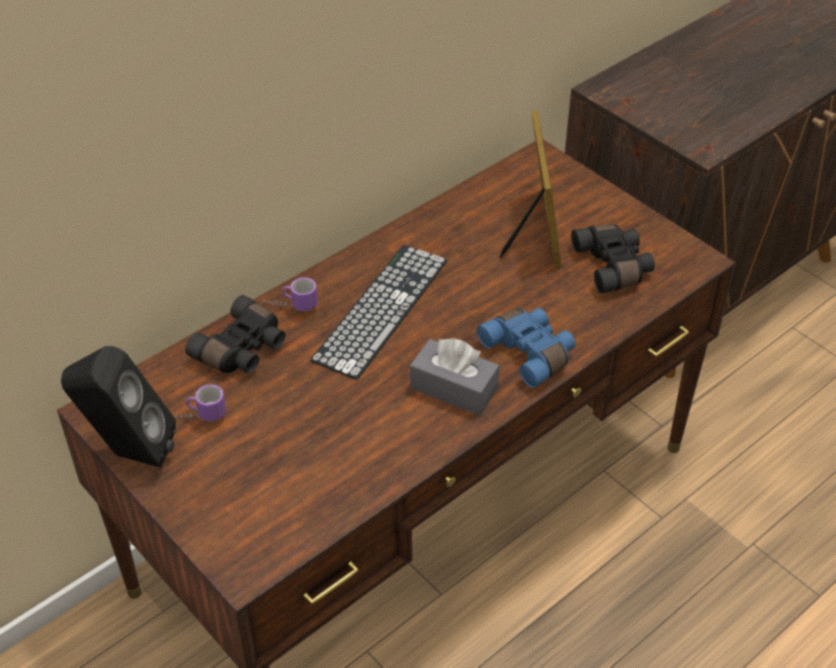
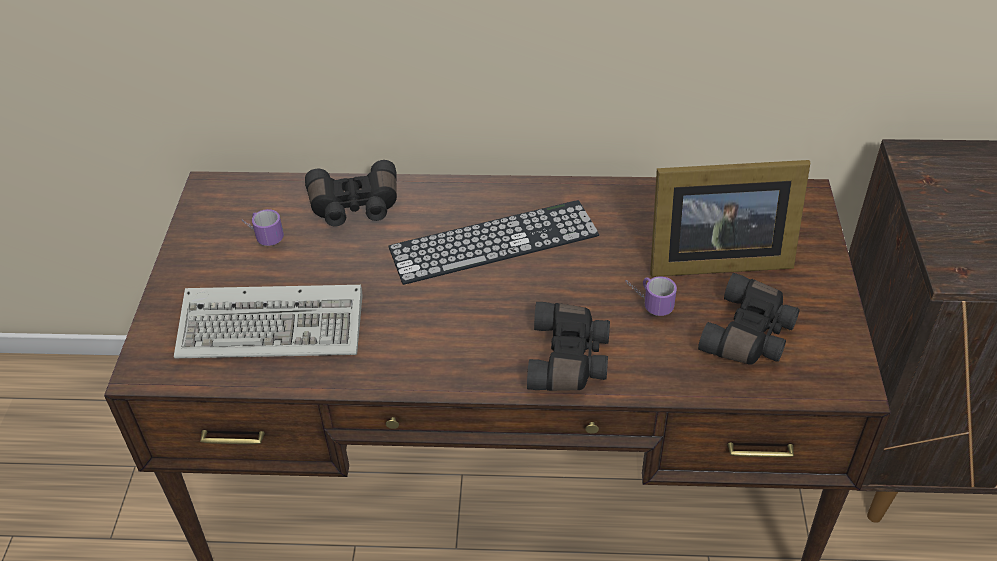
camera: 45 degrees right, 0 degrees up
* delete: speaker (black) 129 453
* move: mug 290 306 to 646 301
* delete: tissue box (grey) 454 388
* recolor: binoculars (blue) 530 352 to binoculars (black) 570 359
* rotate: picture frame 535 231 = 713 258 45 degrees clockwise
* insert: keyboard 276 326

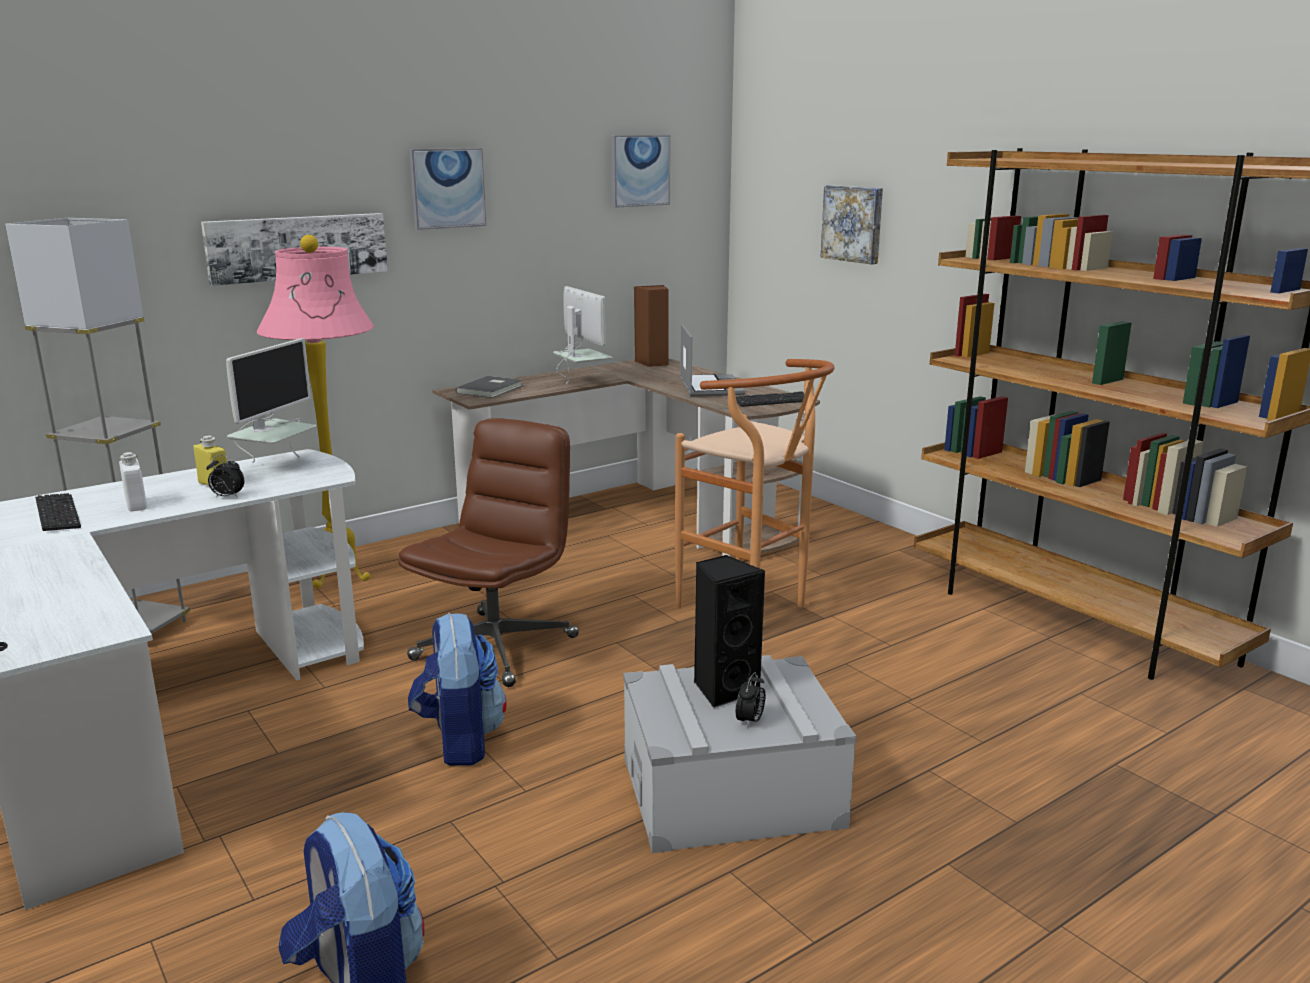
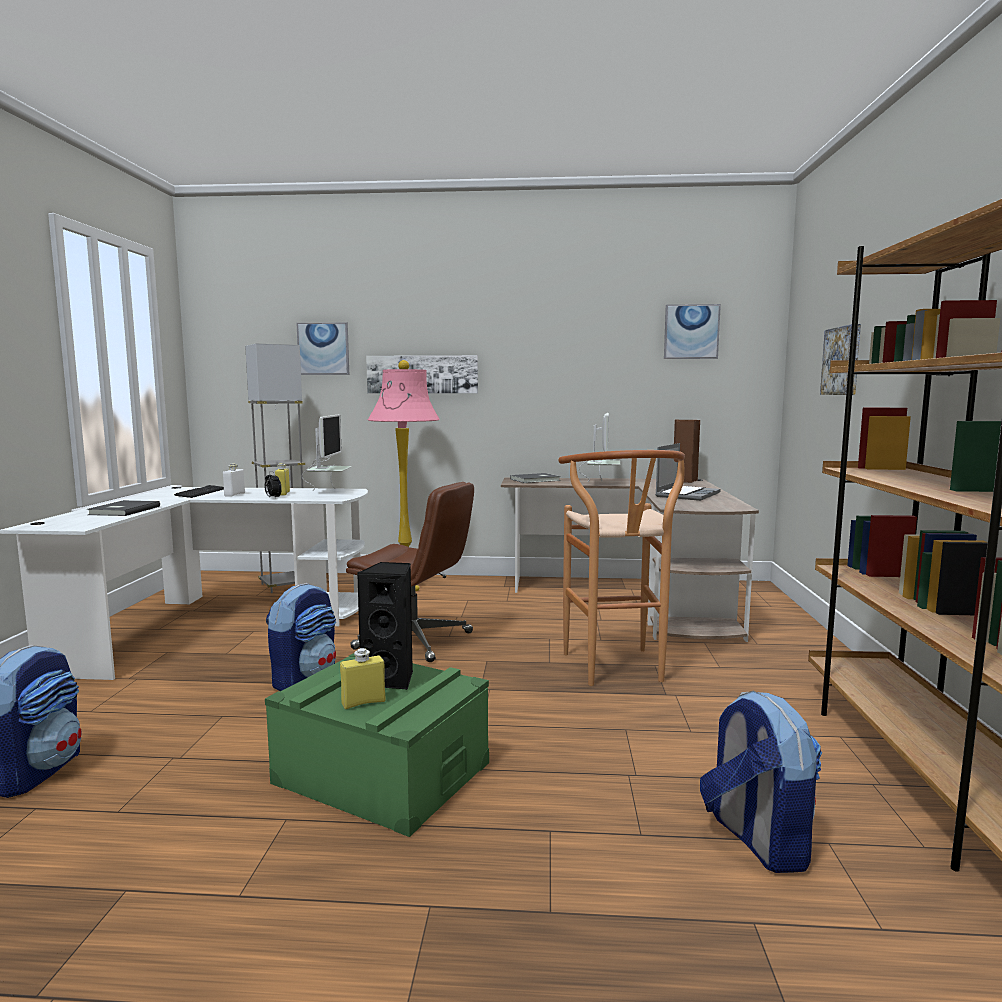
camera: 40 degrees right, 10 degrees down
* rotate: monitor 276 467 = 329 492 60 degrees counterclockwise
* rotate: office chair (brown) 496 647 = 415 641 45 degrees clockwise
* move: picture 447 188 to 323 349
* recolor: storage box (grey) 730 792 to storage box (green) 381 773
* delete: keyboard 772 401
* replace: alarm clock 750 721 to bottle (yellow) 363 702
* insert: book (grey) 122 510
* insert: backpack 756 839

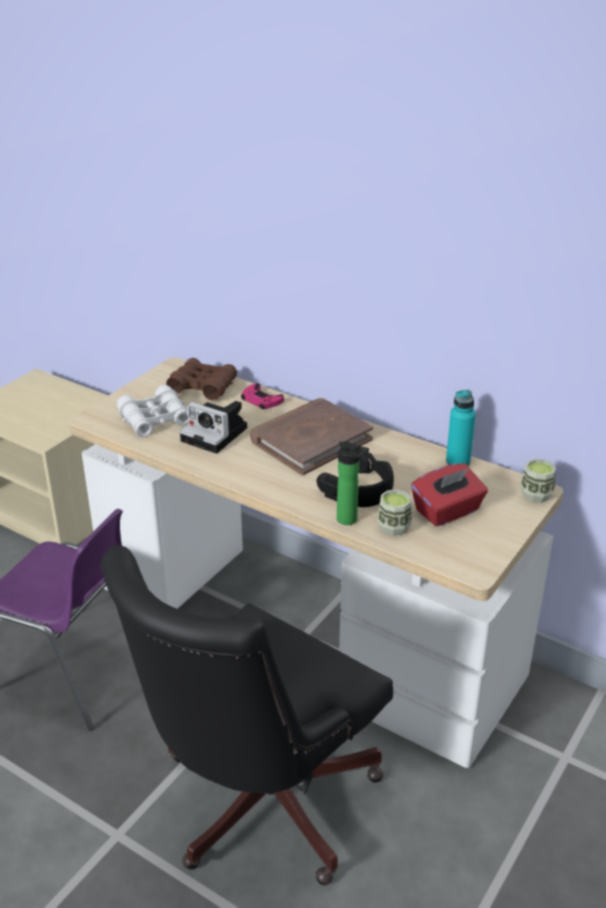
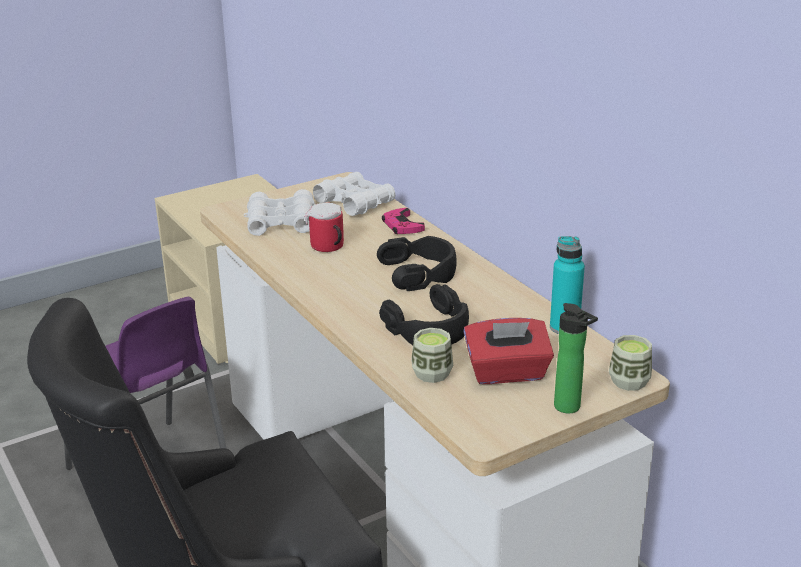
camera: 25 degrees right, 5 degrees down
* recolor: binoculars (brown) 202 386 to binoculars (white) 354 202
* replace: photo camera 217 435 to mug 328 248
* replace: book (brown) 311 440 to headphones (black) 419 272
* move: bottle 350 520 to 570 408

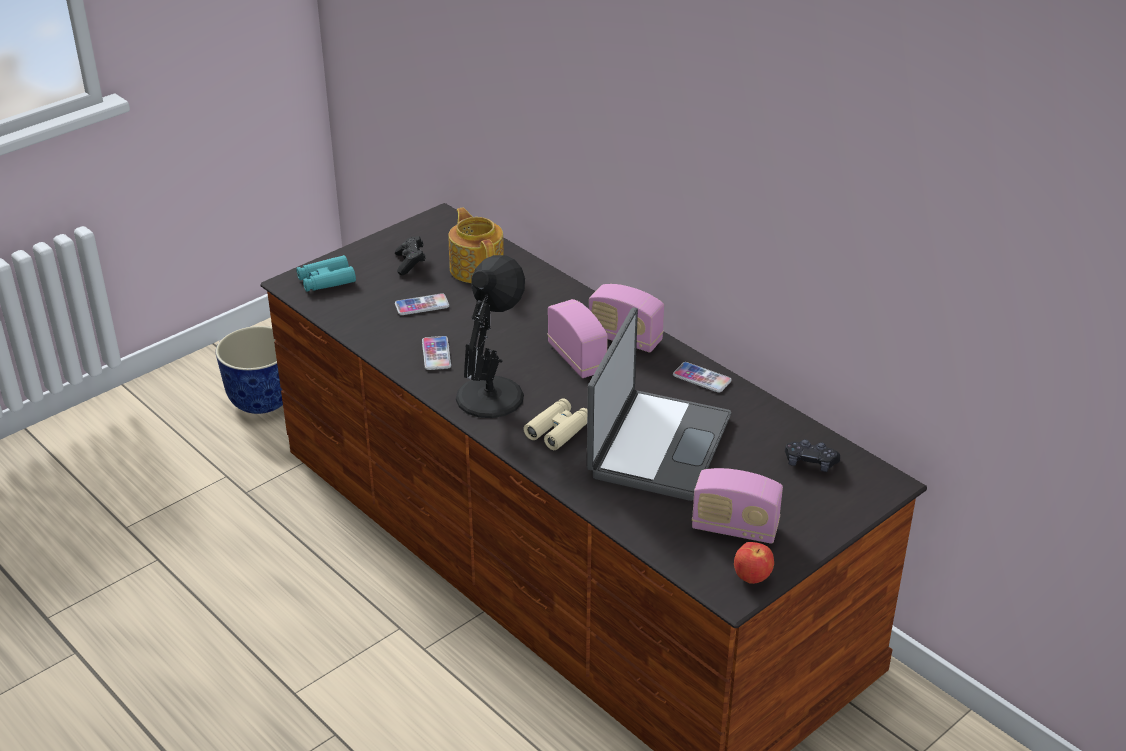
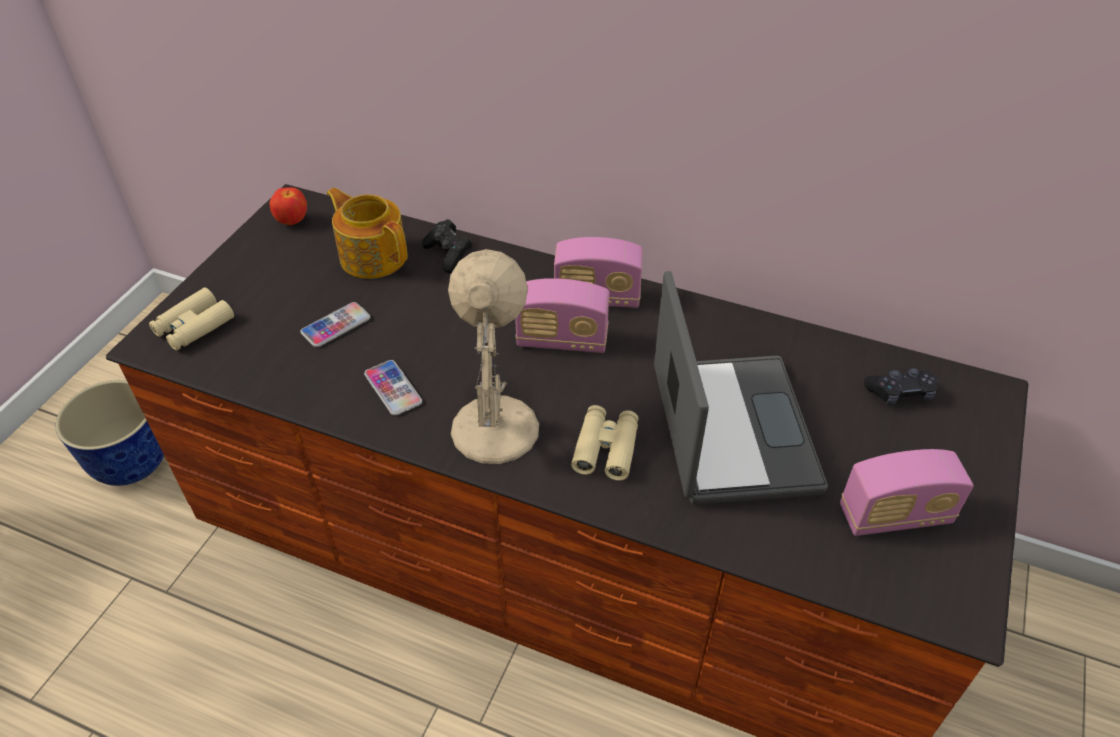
camera: 25 degrees left, 10 degrees up
* recolor: binoculars (turquoise) 326 280 to binoculars (beige) 194 326
* move: game controller (black) 410 263 to 448 255
* recolor: table lamp (black) 491 394 to table lamp (beige) 495 424
* rotate: radio 577 358 = 562 340 150 degrees clockwise
* delete: phone 702 378
* move: apple 752 578 to 292 221

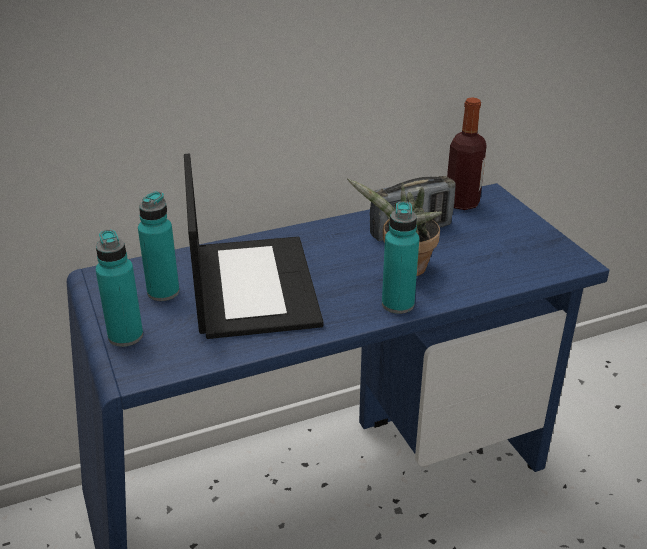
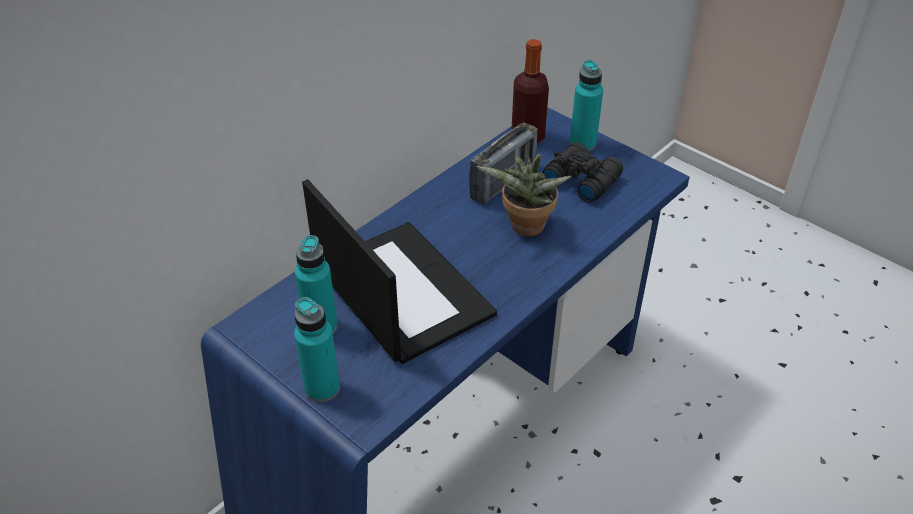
camera: 25 degrees left, 10 degrees up
* move: bottle (turquoise) 398 304 to 582 143
* insert: binoculars (black) 581 179

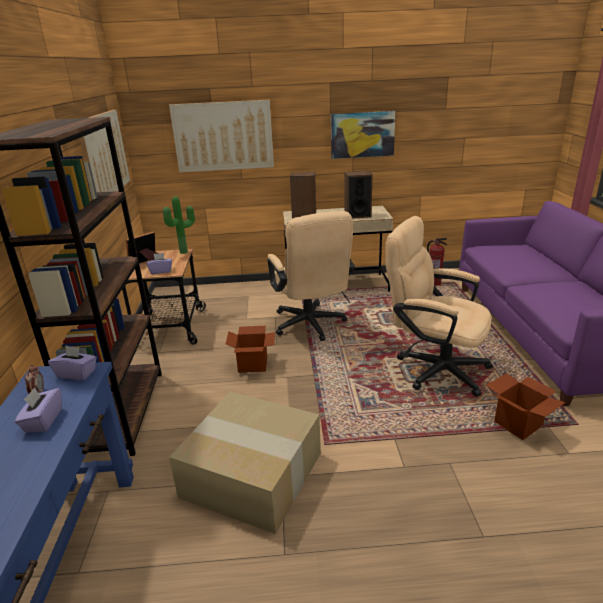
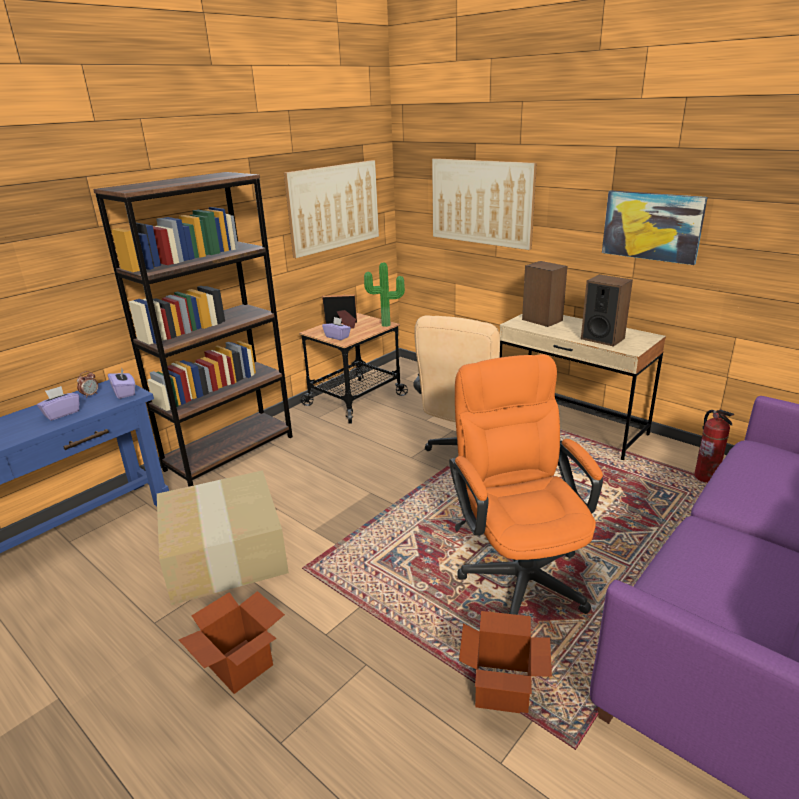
camera: 45 degrees right, 0 degrees up
* move: cardboard box 252 364 to 240 666
* recolor: office chair (beige) 433 368 to office chair (orange) 519 570

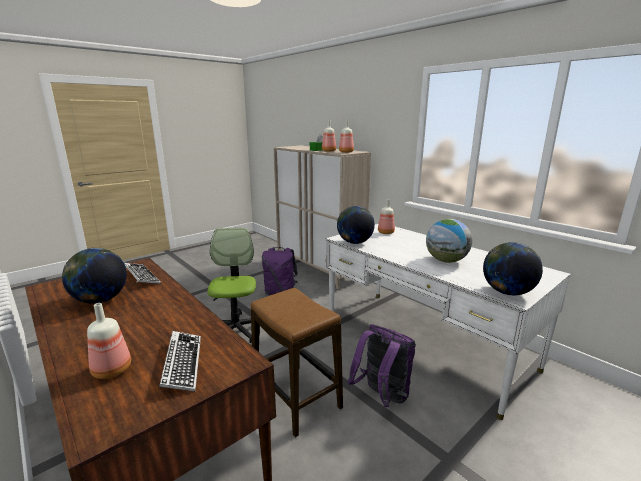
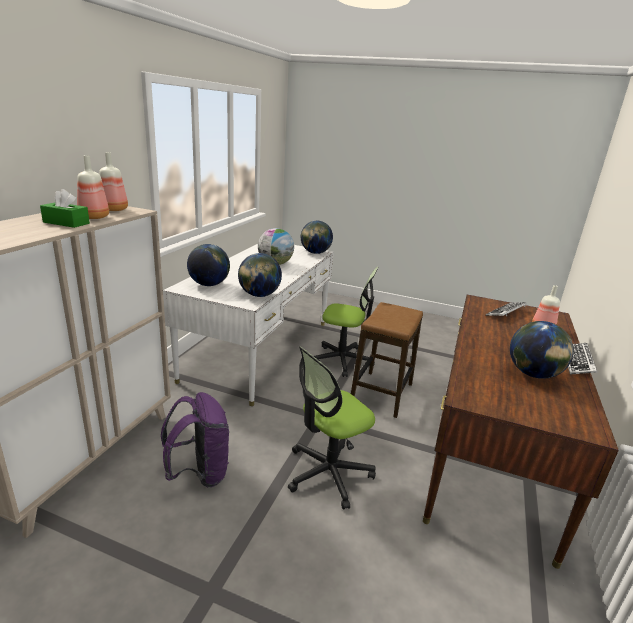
camera: 120 degrees left, 5 degrees up
* move: keyboard 141 277 to 578 362
* replace: backpack (purple) 382 396 to office chair 342 360
* replace: bottle 386 232 to globe 209 285

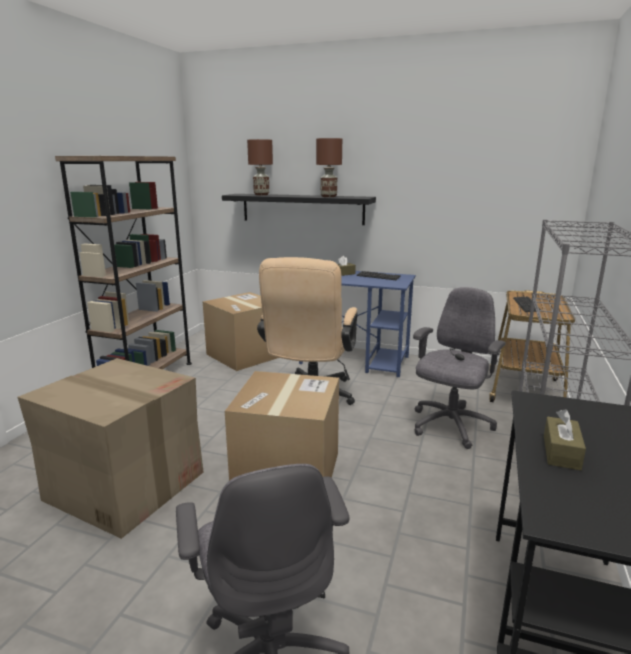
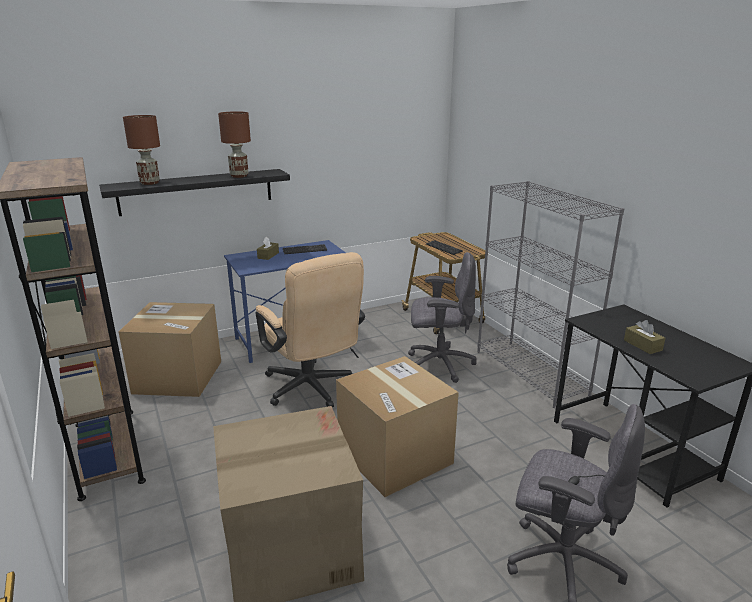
camera: 45 degrees left, 5 degrees up
* rotate: office chair (grey) 450 426 = 438 364 105 degrees clockwise

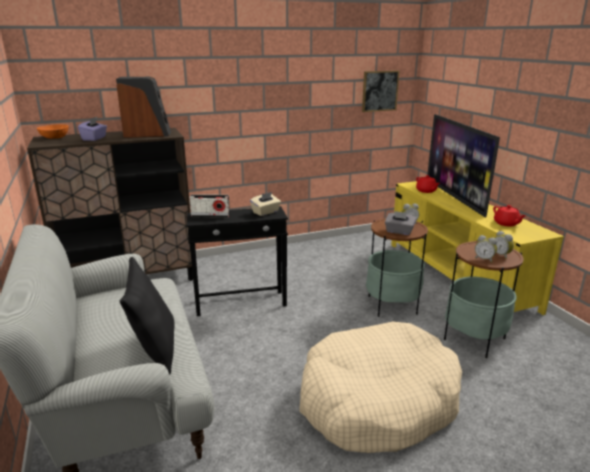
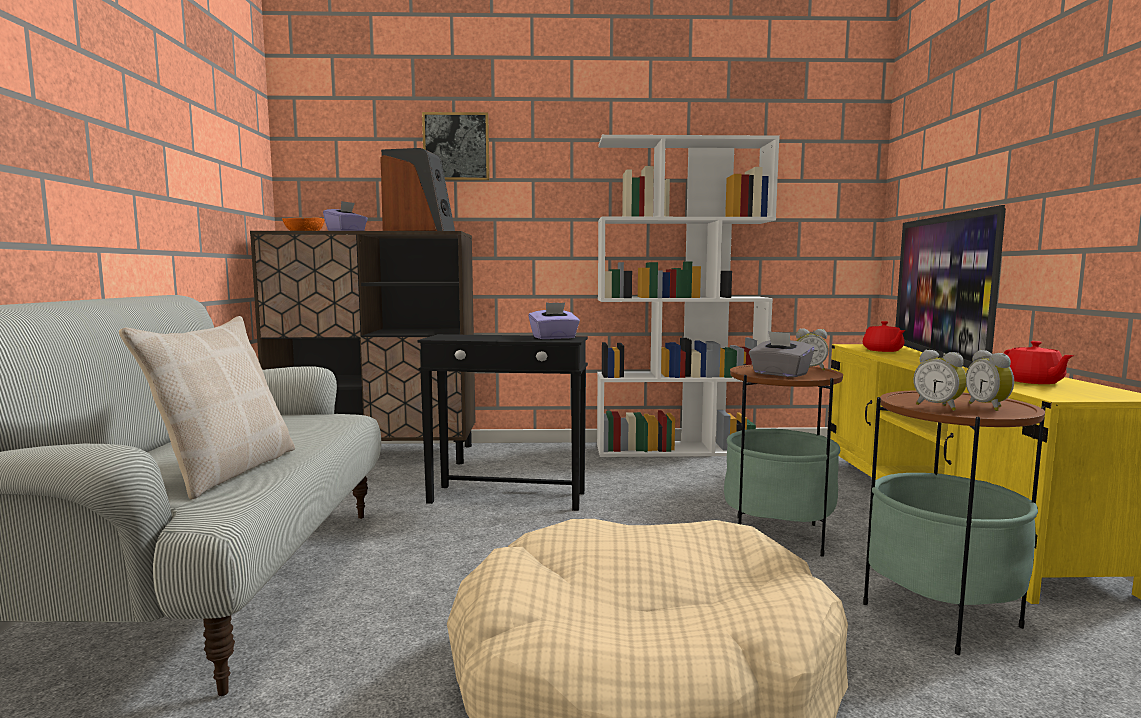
camera: 20 degrees right, 15 degrees down
* recolor: pillow (black) 155 349 to pillow (beige) 225 471
* delete: radio 210 216
* recolor: tissue box (beige) 266 212 to tissue box (purple) 554 338
* move: picture 379 91 to 456 147
* insert: bookcase (white) 679 449

